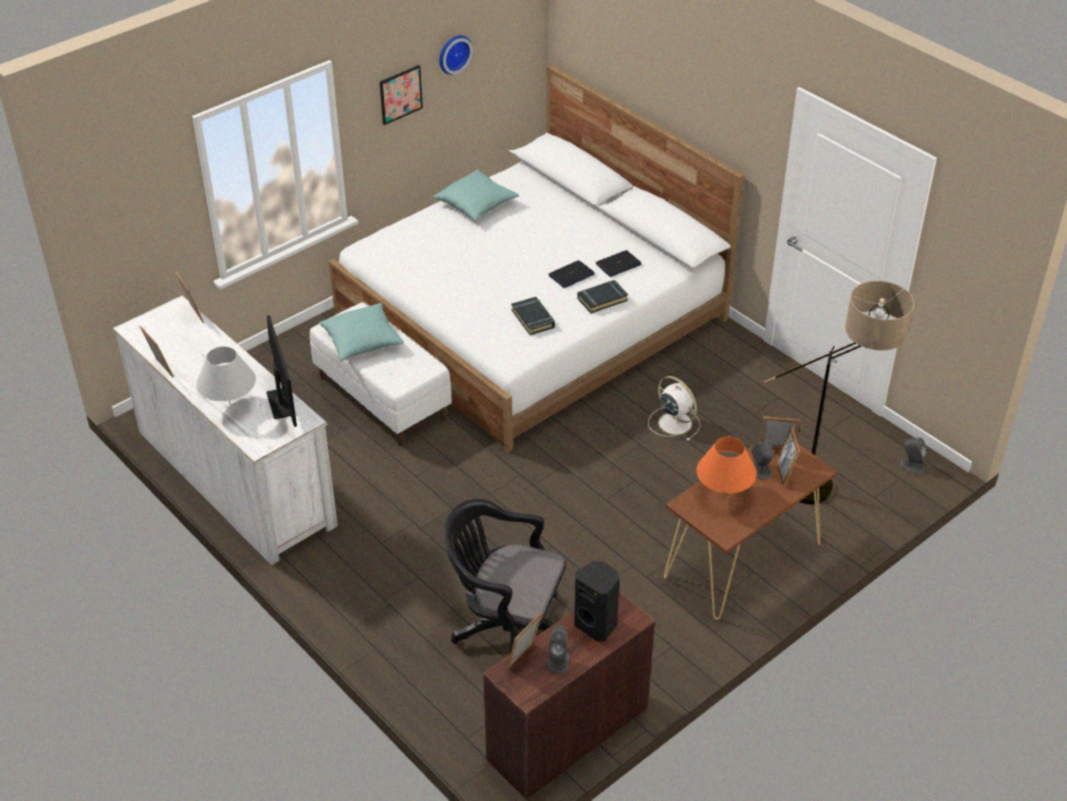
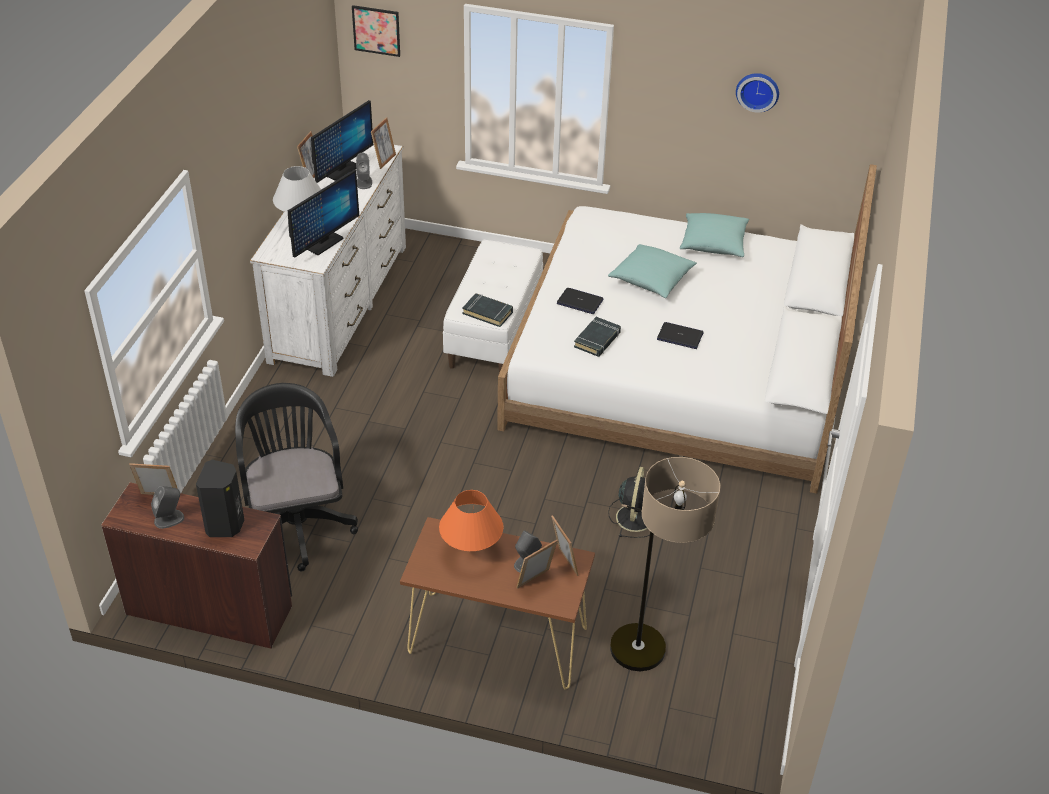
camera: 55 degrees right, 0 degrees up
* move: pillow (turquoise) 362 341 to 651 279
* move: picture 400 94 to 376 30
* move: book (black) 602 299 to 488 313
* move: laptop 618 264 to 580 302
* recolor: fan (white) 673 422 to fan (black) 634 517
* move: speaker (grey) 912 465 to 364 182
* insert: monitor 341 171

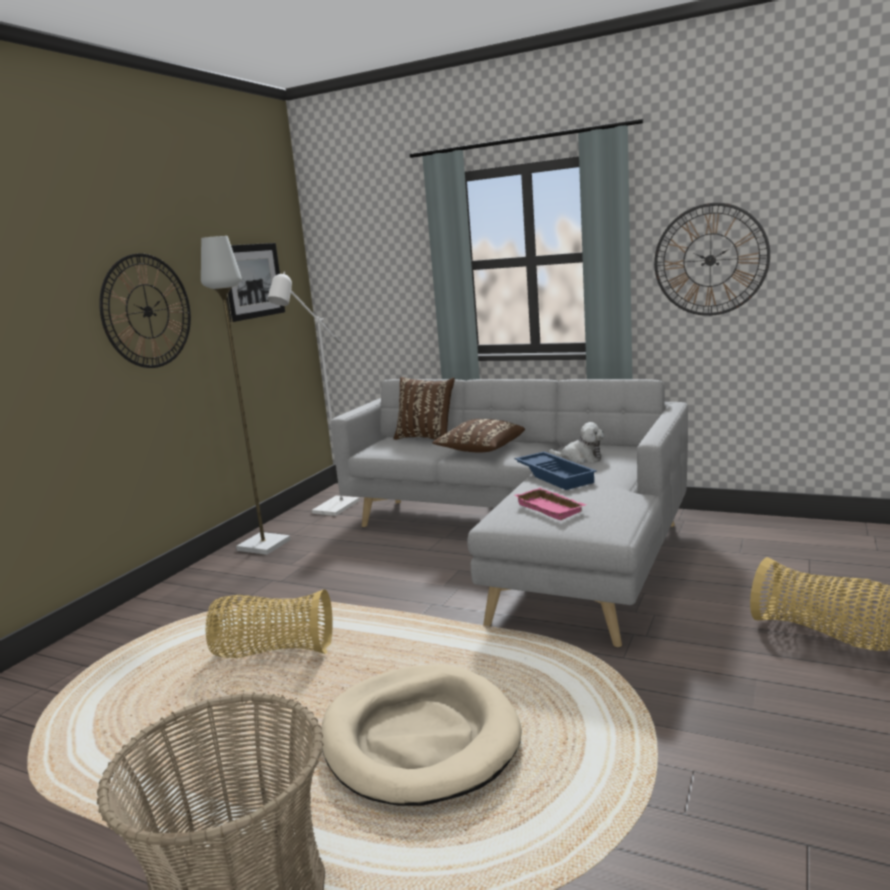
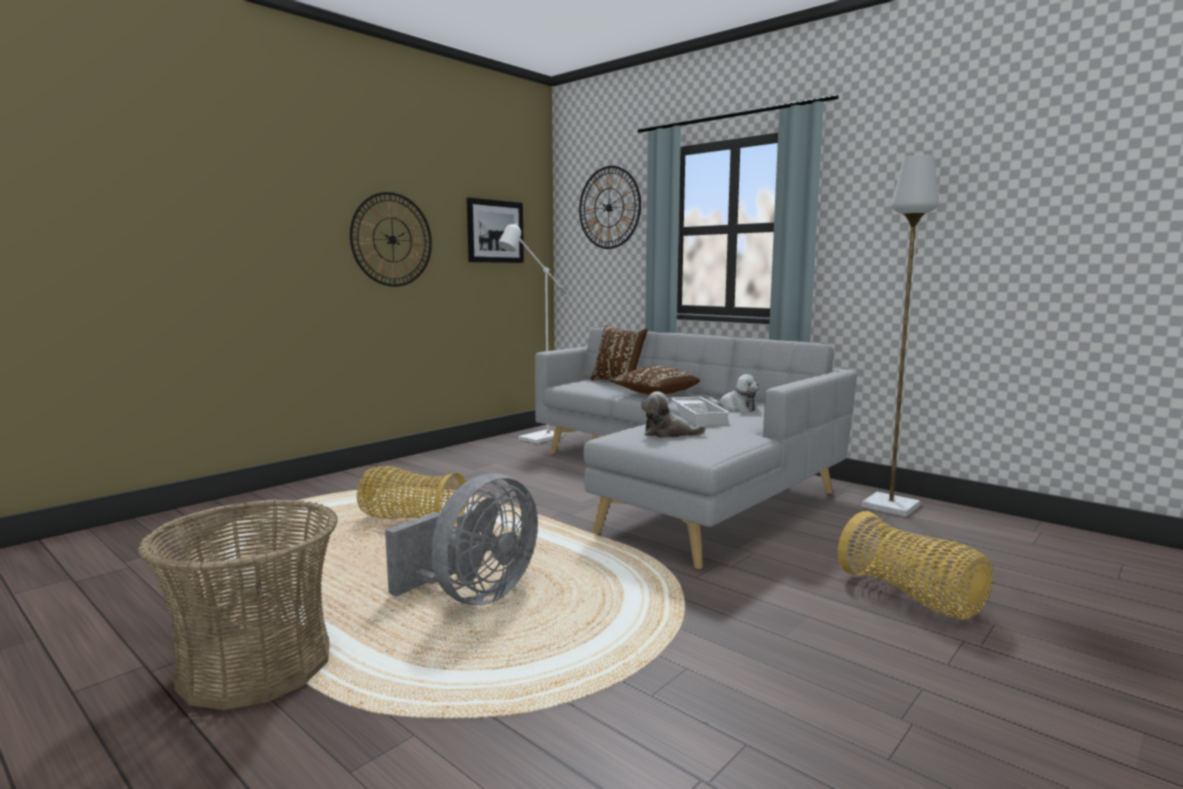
camera: 15 degrees right, 5 degrees down
* move: floor lamp (grey) 265 545 to 891 506
* replace: dog bed (beige) 420 738 to fan (grey) 473 596
* recolor: tray (blue) 556 475 to tray (white) 699 416
* replace: tray (pink) 552 508 to plush toy 668 434
* move: wall clock 710 260 to 609 207

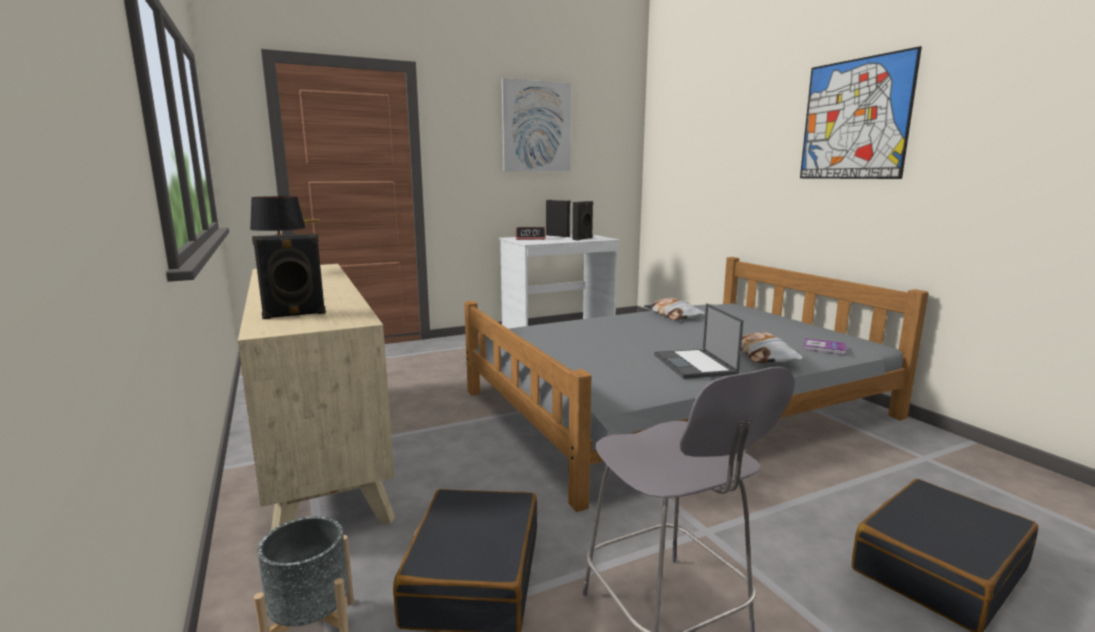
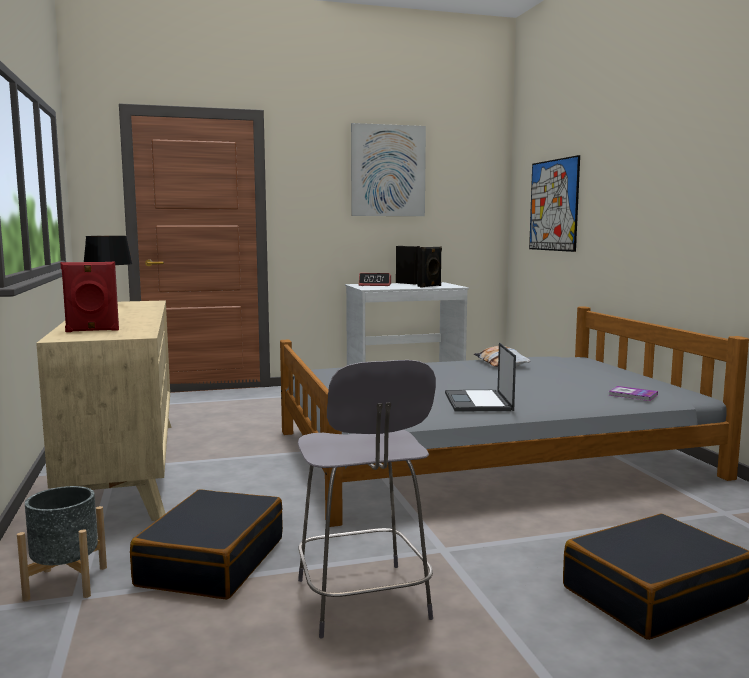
camera: 10 degrees right, 5 degrees down
* recolor: speaker (black) 294 315 to speaker (red) 92 330
* delete: pillow 764 355
* move: picture 854 119 to 553 205

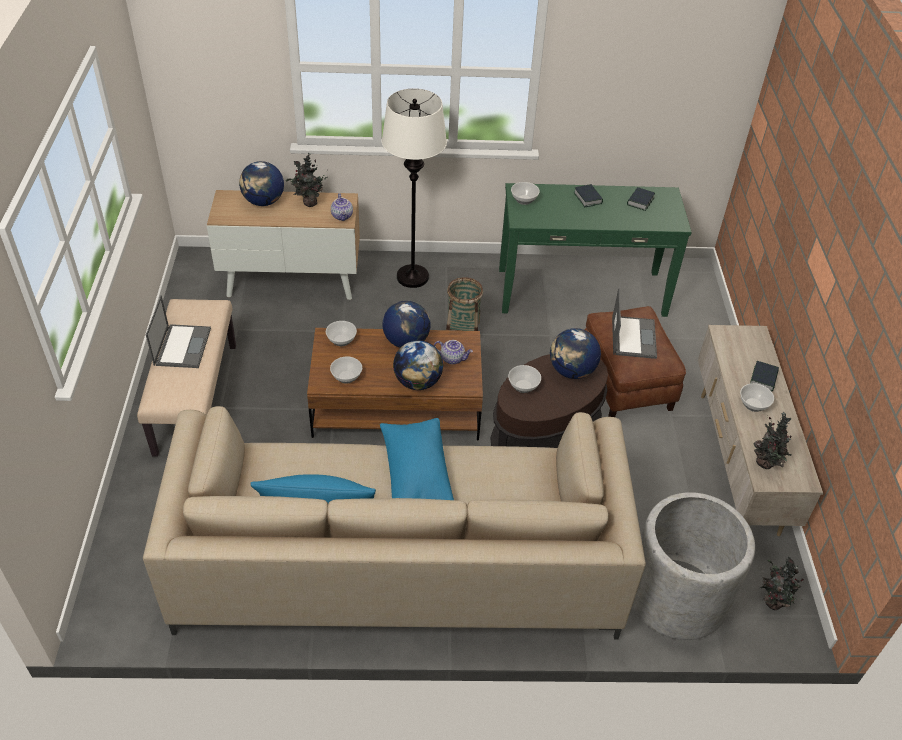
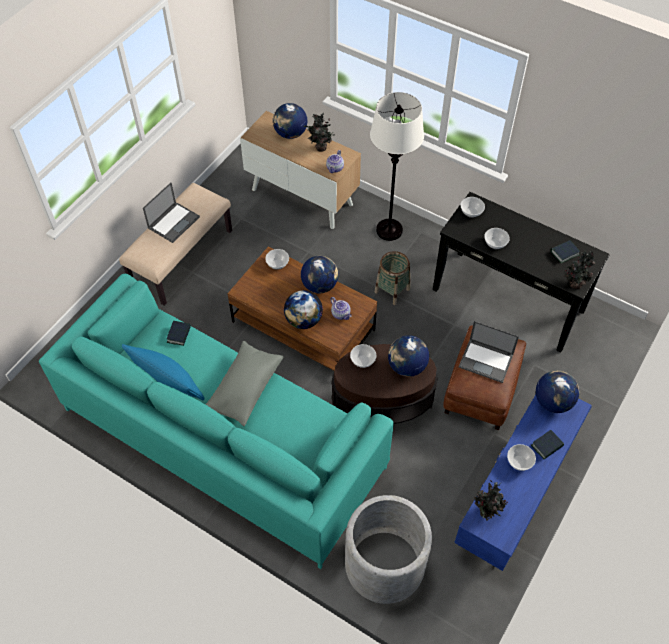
camera: 35 degrees right, 10 degrees up
* recolor: sofa (beige) 398 562 to sofa (turquoise) 223 437
* move: bowl 347 377 to 495 244
* recolor: pillow (blue) 416 475 to pillow (grey) 245 388
* recolor: console table (green) 581 291 to console table (black) 508 299
* move: book 587 198 to 179 334
* rotate: laptop 633 337 = 486 361 75 degrees clockwise
* recolor: tv stand (beige) 736 462 to tv stand (blue) 513 495
* move: potted plant 771 602 to 574 283
* insert: globe 553 401

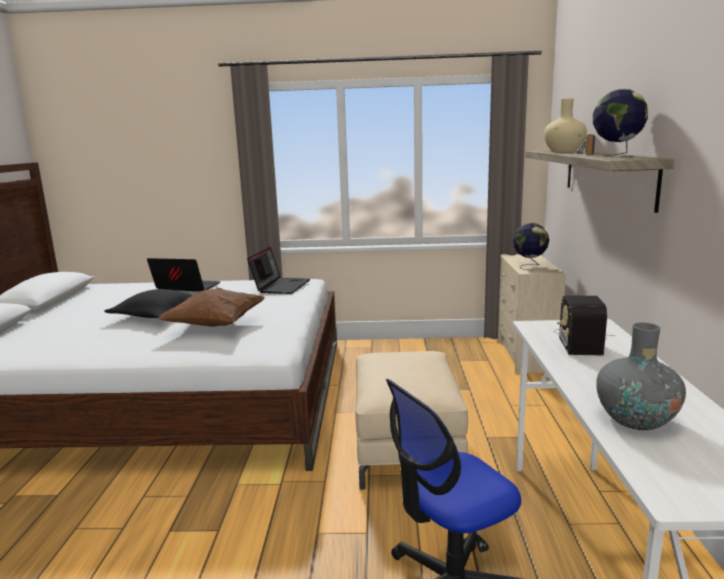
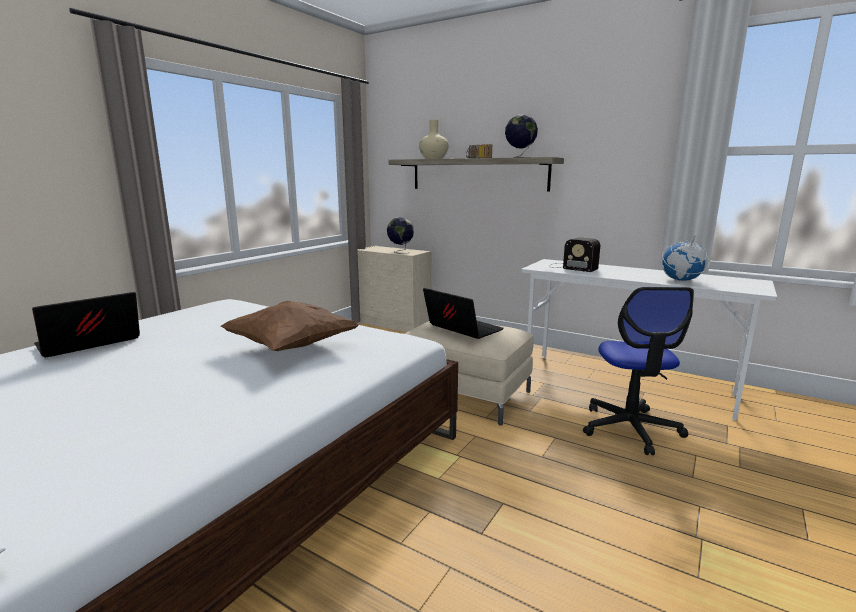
camera: 60 degrees left, 0 degrees up
* delete: pillow (black) 157 314
* move: laptop 281 286 to 461 329
* replace: vase (grey) 636 419 to globe 681 280

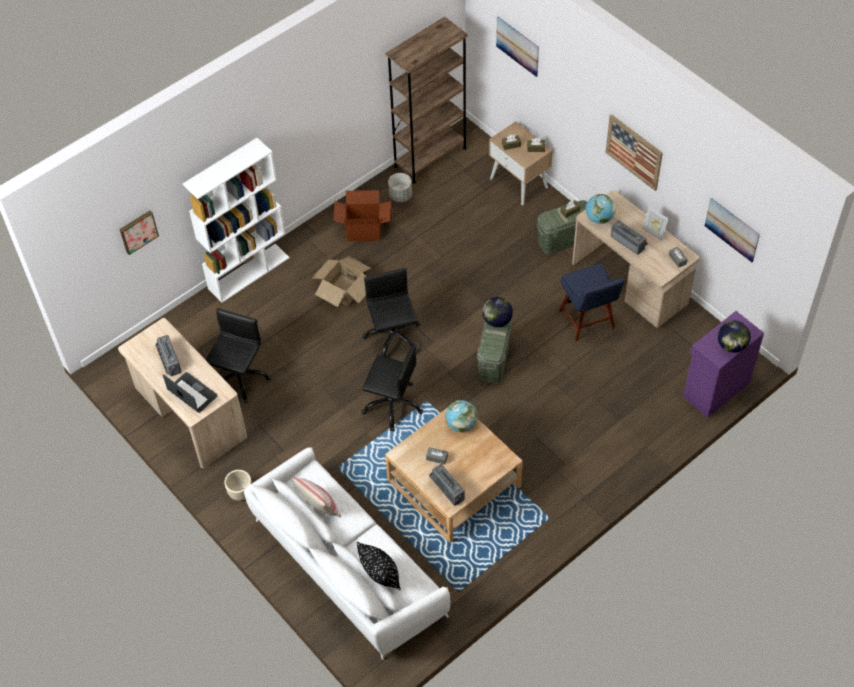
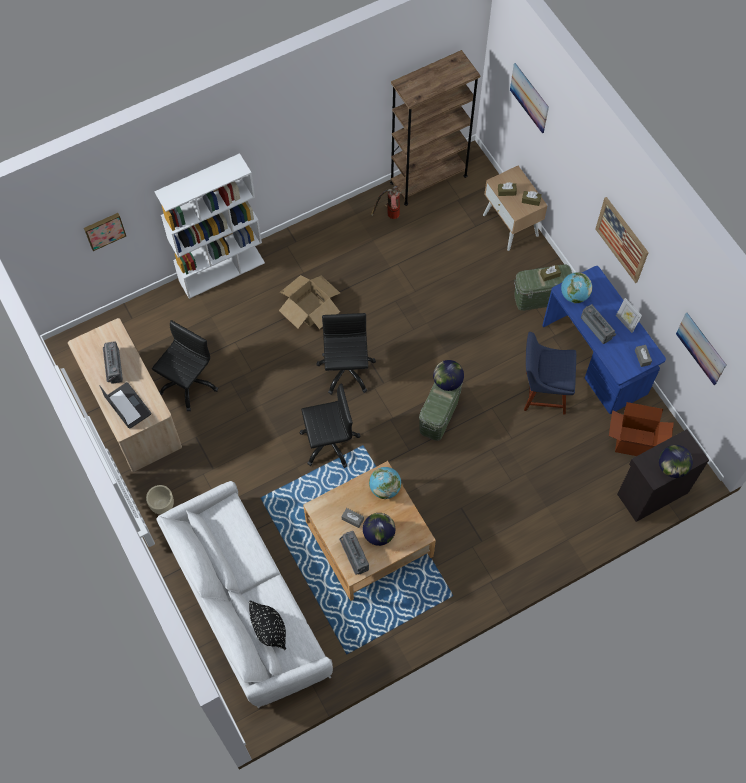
camera: 10 degrees right, 10 degrees up
* delete: pillow 319 506
* move: cardboard box 364 229 to 634 441
* rotate: office chair (black) 393 404 = 329 442 45 degrees counterclockwise
* replace: planter (grey) 400 195 to fire extinguisher 389 216
* rotate: chair (blue) 588 321 = 542 392 105 degrees clockwise
* recolor: desk (beige) 630 283 to desk (blue) 595 358
* recolor: cabinet (purple) 715 389 to cabinet (black) 651 492
* insert: globe 379 534

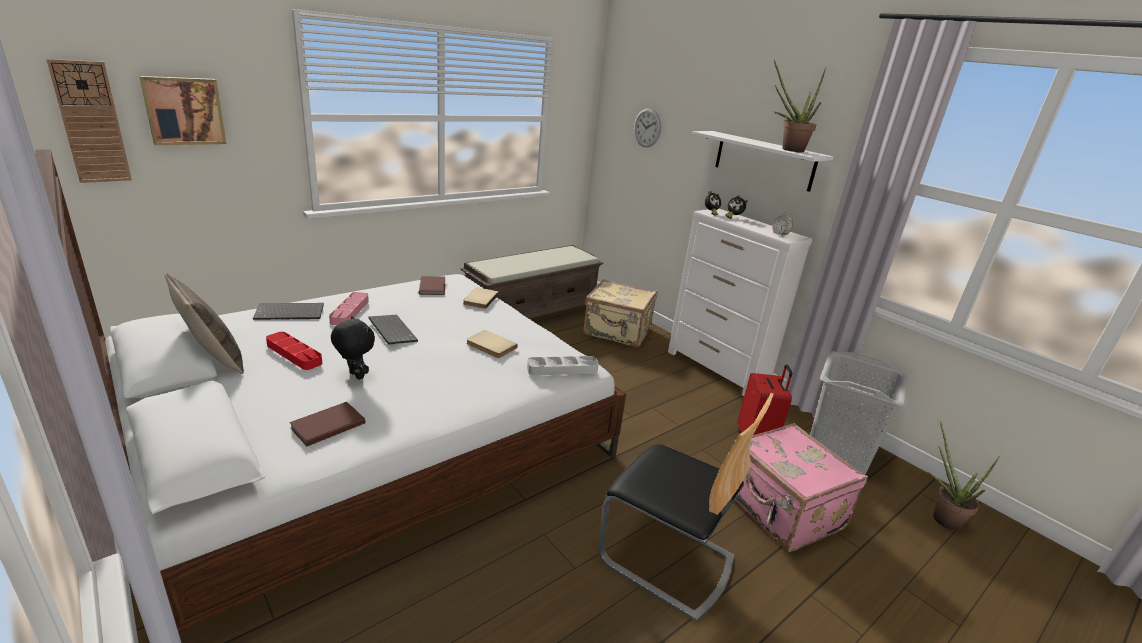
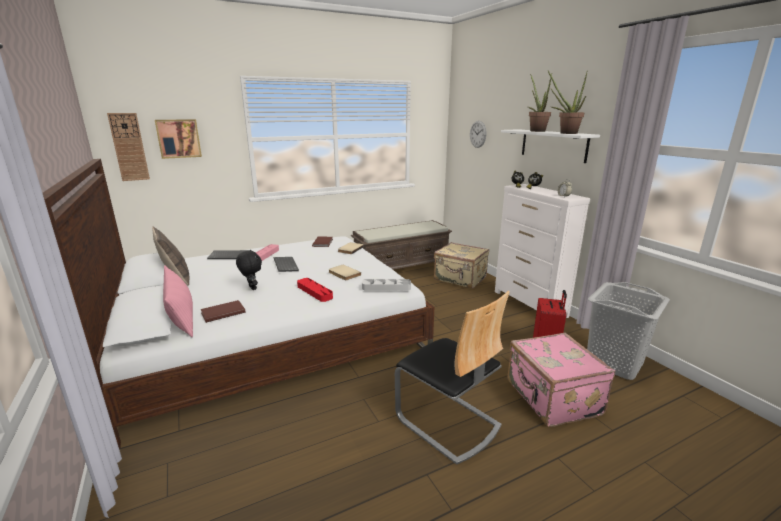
camera: 15 degrees right, 5 degrees down
* move: tray (red) 294 354 to 314 292
* move: potted plant 941 517 to 535 131
* insert: pillow (pink) 181 317

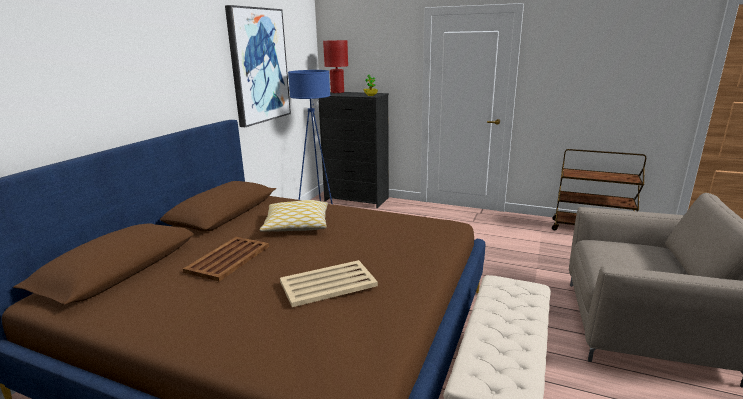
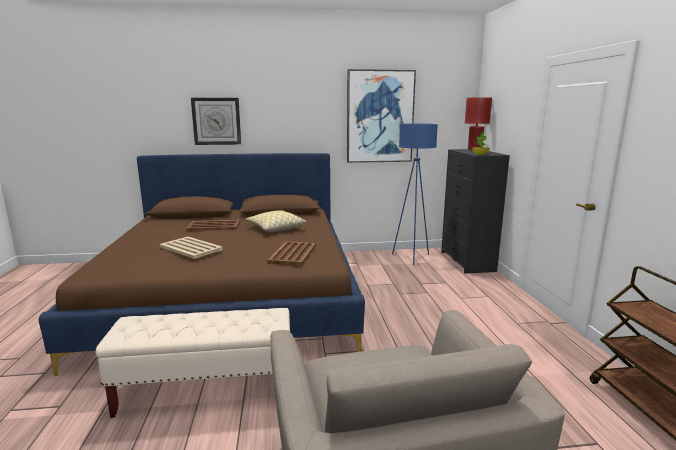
camera: 60 degrees right, 5 degrees down
* insert: wall clock 216 121
* insert: tray (brown) 292 254

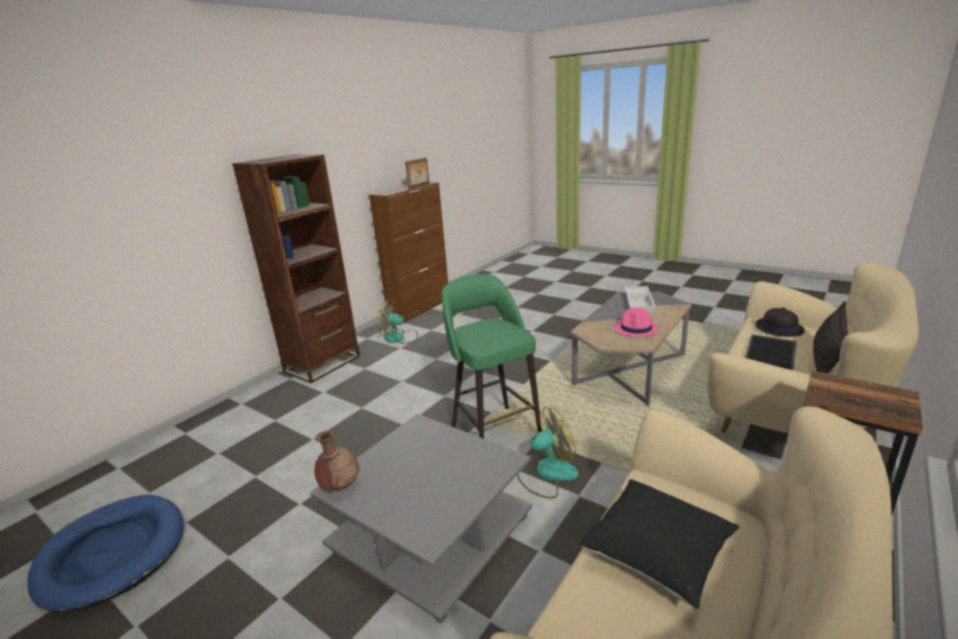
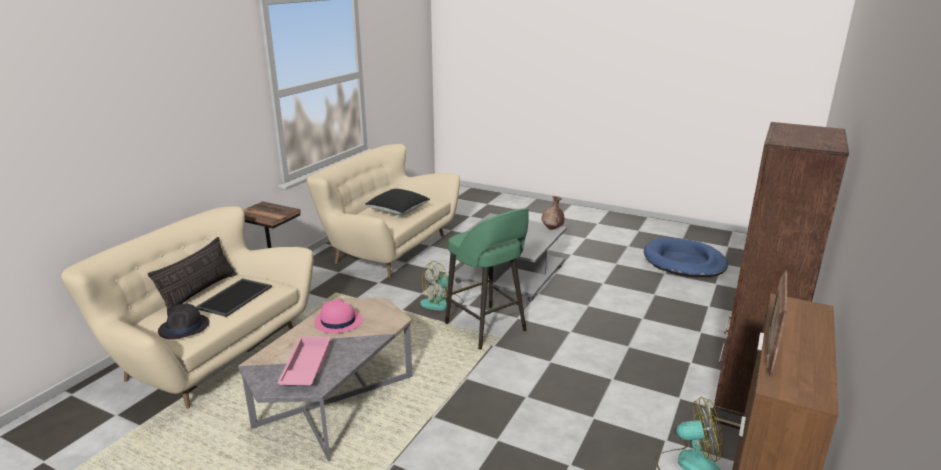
camera: 170 degrees right, 0 degrees up
* recolor: tray (white) 639 303 to tray (pink) 305 367

